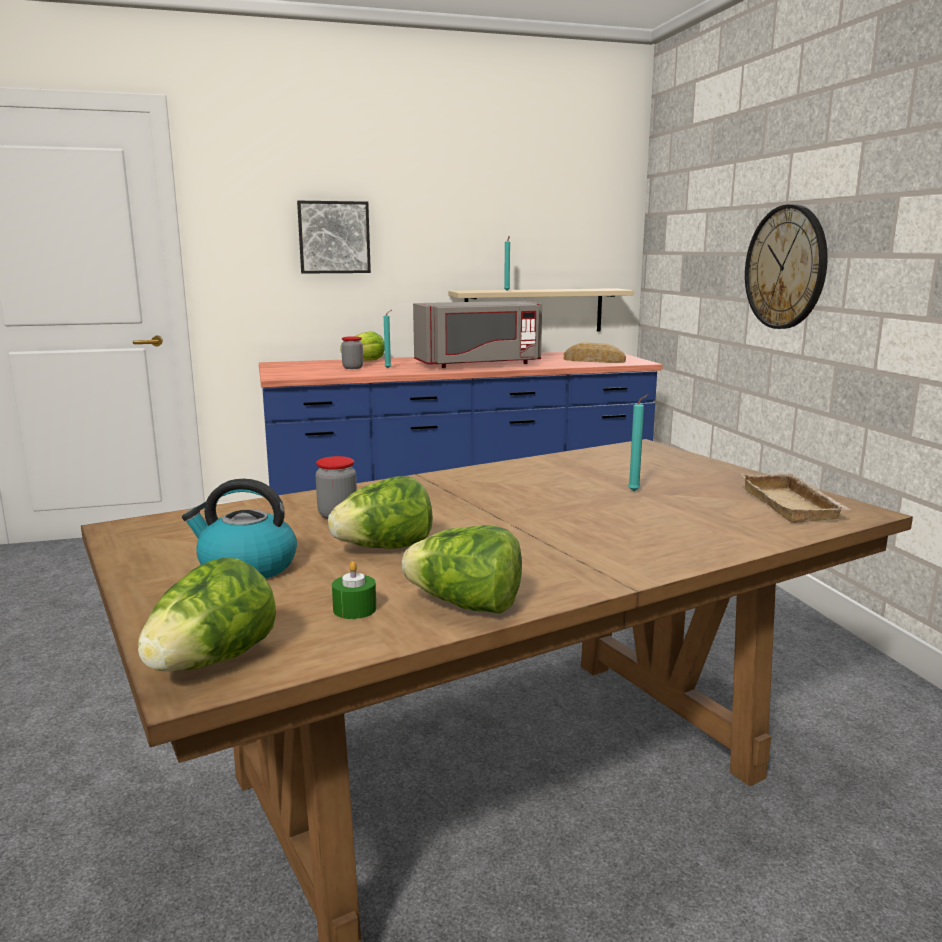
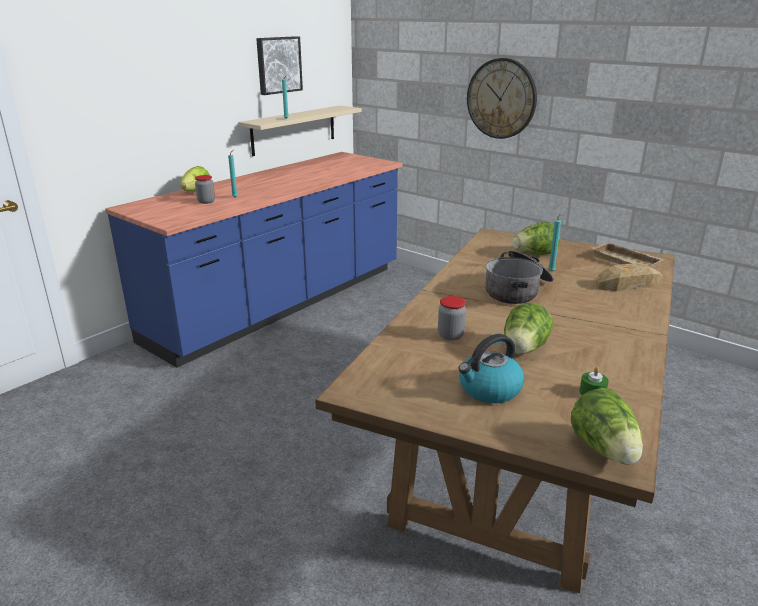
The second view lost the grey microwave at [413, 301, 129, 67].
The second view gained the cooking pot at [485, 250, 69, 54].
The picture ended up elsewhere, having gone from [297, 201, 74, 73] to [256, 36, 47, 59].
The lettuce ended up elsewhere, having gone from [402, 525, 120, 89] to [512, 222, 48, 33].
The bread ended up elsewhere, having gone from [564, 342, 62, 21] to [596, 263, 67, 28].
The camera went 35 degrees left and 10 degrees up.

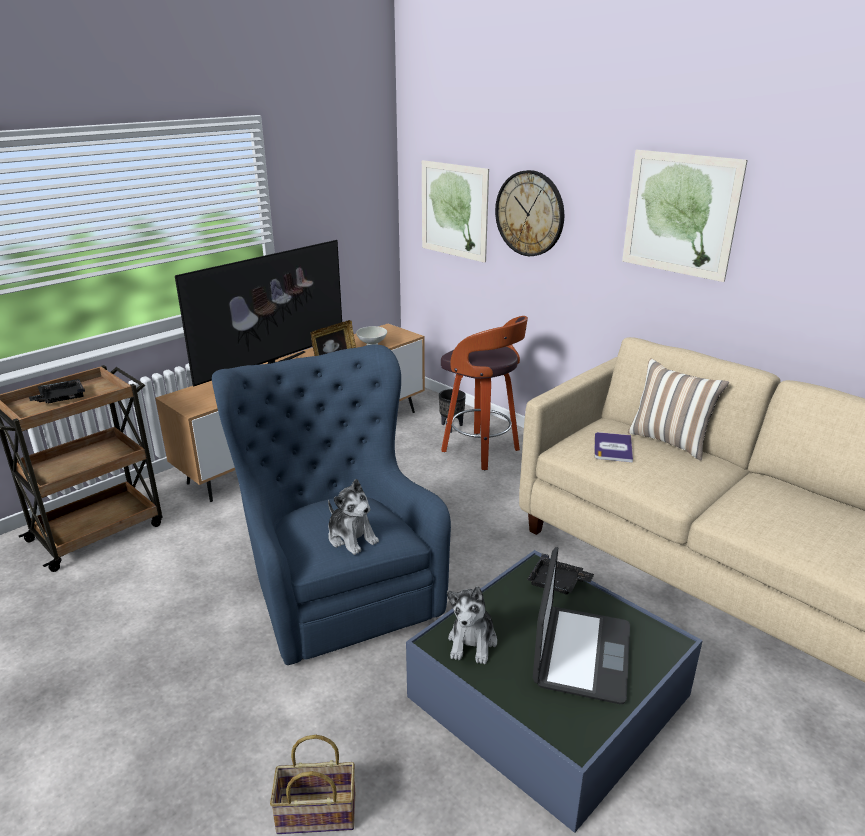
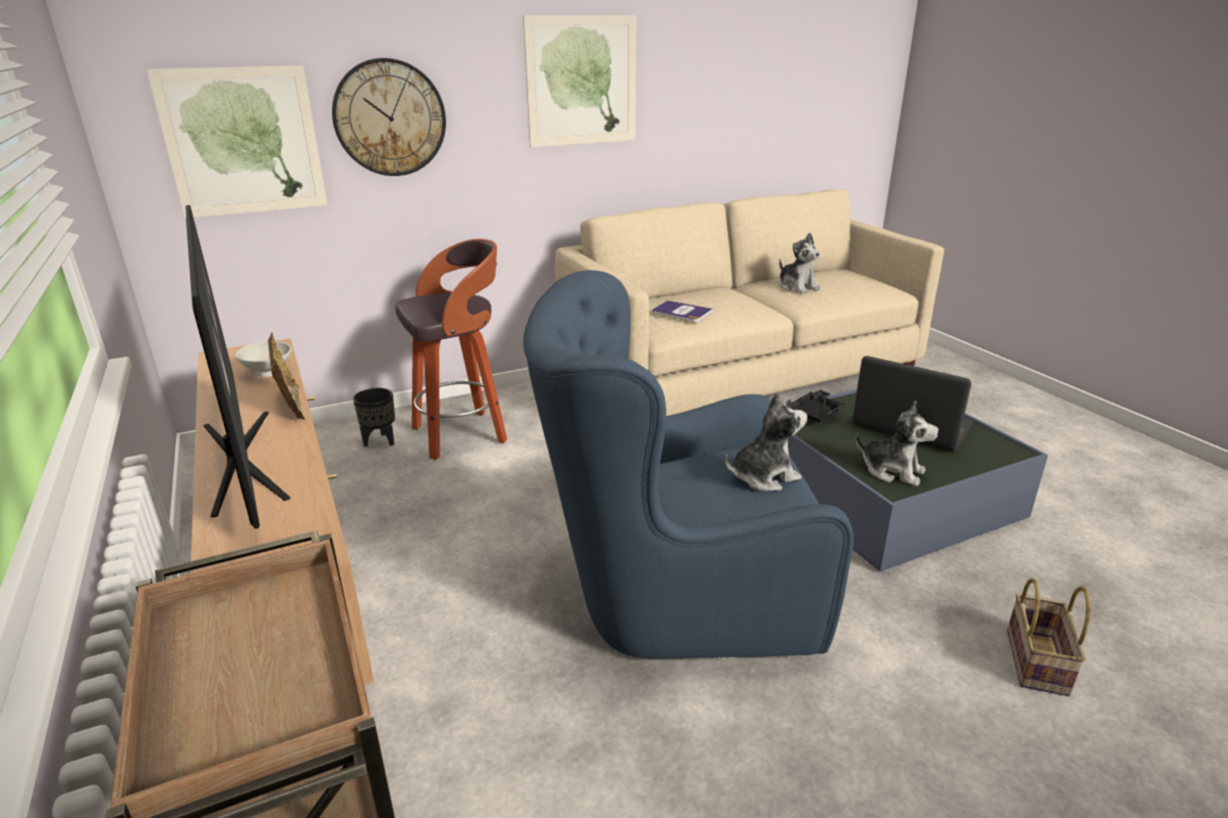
The second view lost the black tray at [29, 379, 56, 24].
The second view lost the pillow at [628, 358, 101, 103].
The second view gained the plush toy at [779, 233, 41, 61].
The camera went 70 degrees left and 0 degrees up.

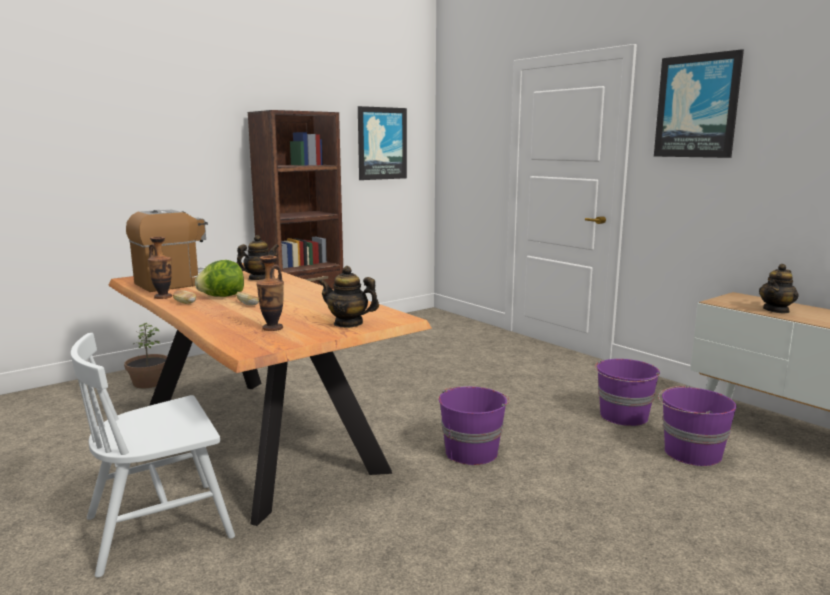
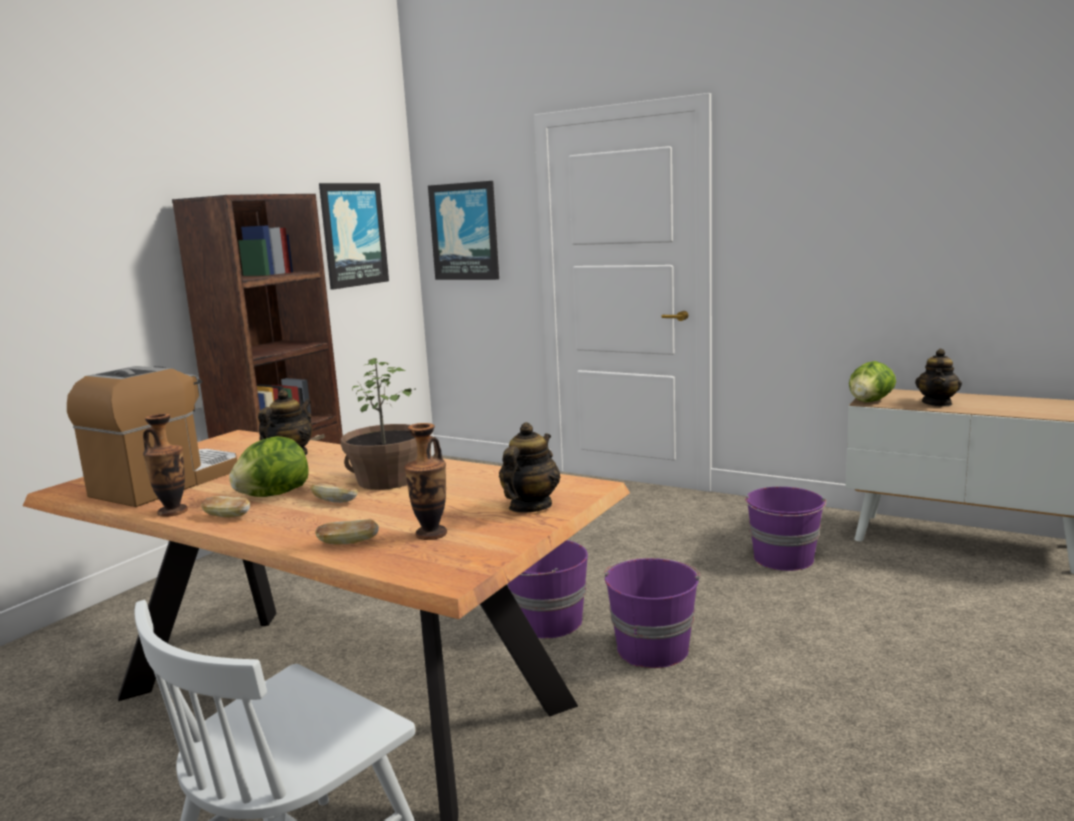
The second view gained the bread at [315, 519, 64, 25].
The second view gained the lettuce at [849, 361, 47, 41].
The potted plant ended up elsewhere, having gone from [124, 323, 43, 65] to [340, 358, 77, 132].
The picture ended up elsewhere, having gone from [654, 49, 90, 109] to [428, 181, 71, 99].
The purple bucket ended up elsewhere, having gone from [658, 385, 78, 81] to [507, 540, 81, 98].
The teapot at [318, 266, 61, 62] ended up facing another way, 120 degrees clockwise from before.
The camera went 20 degrees left and 0 degrees up.

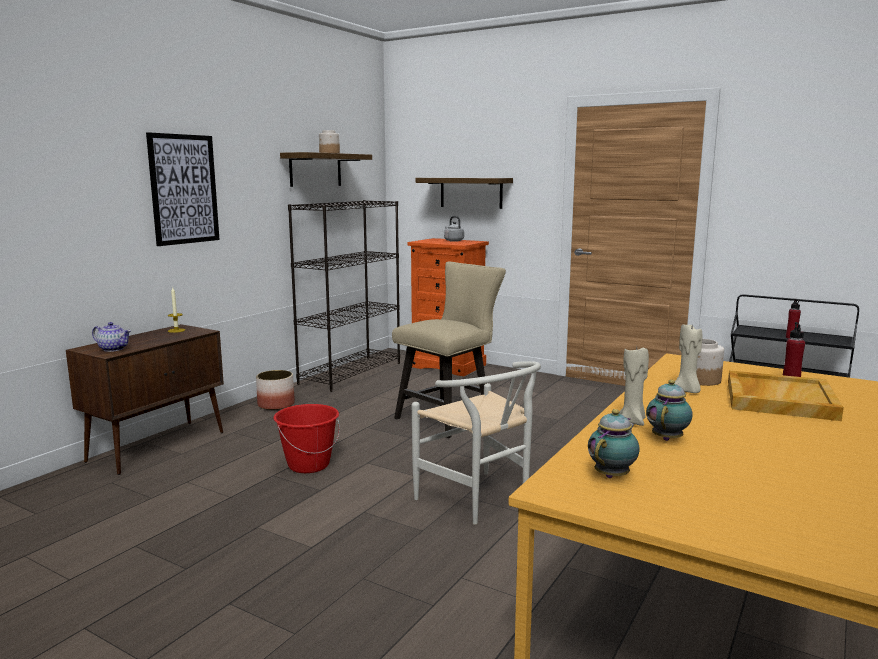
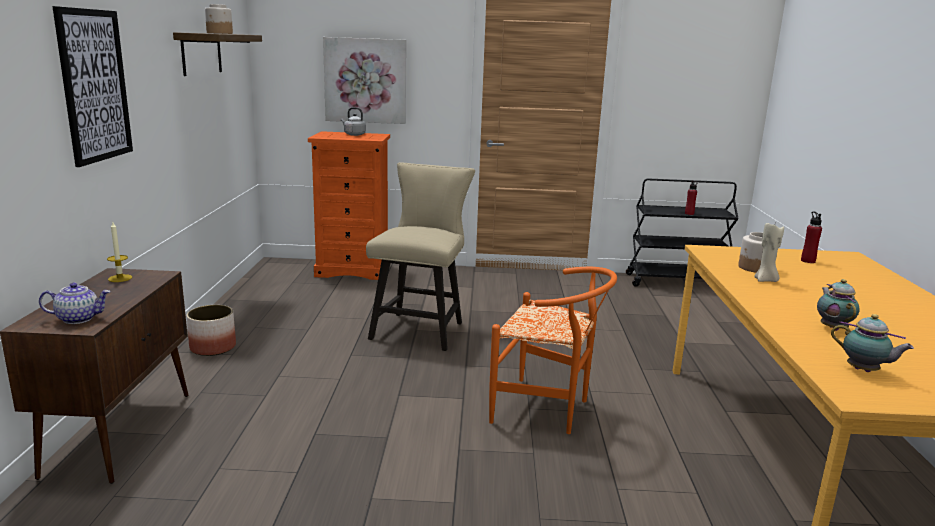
The second view lost the red bucket at [274, 404, 66, 69].
The second view lost the black bookcase at [288, 200, 112, 192].
The second view lost the beige candle at [619, 347, 30, 79].
The second view lost the beige tray at [728, 370, 116, 51].
Where the shelf hung at [415, 178, 98, 31], the picture came to hang at [323, 37, 83, 87].
What was the white chair at [412, 361, 129, 164] turned into the orange chair at [489, 267, 128, 167].
The teapot at [588, 409, 52, 69] ended up facing another way, 120 degrees clockwise from before.
The camera went 30 degrees left and 5 degrees up.

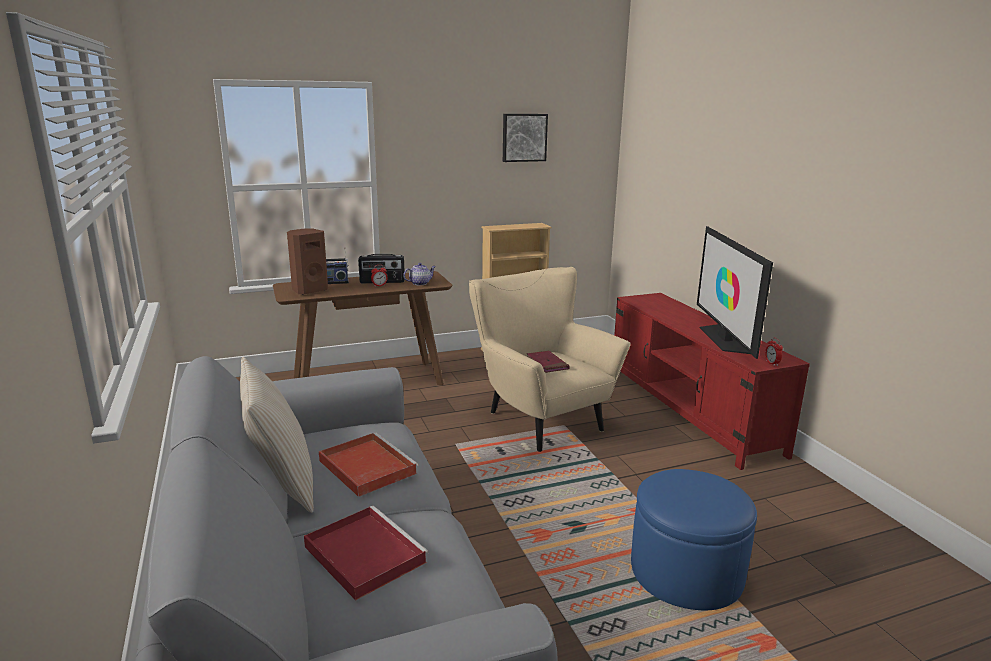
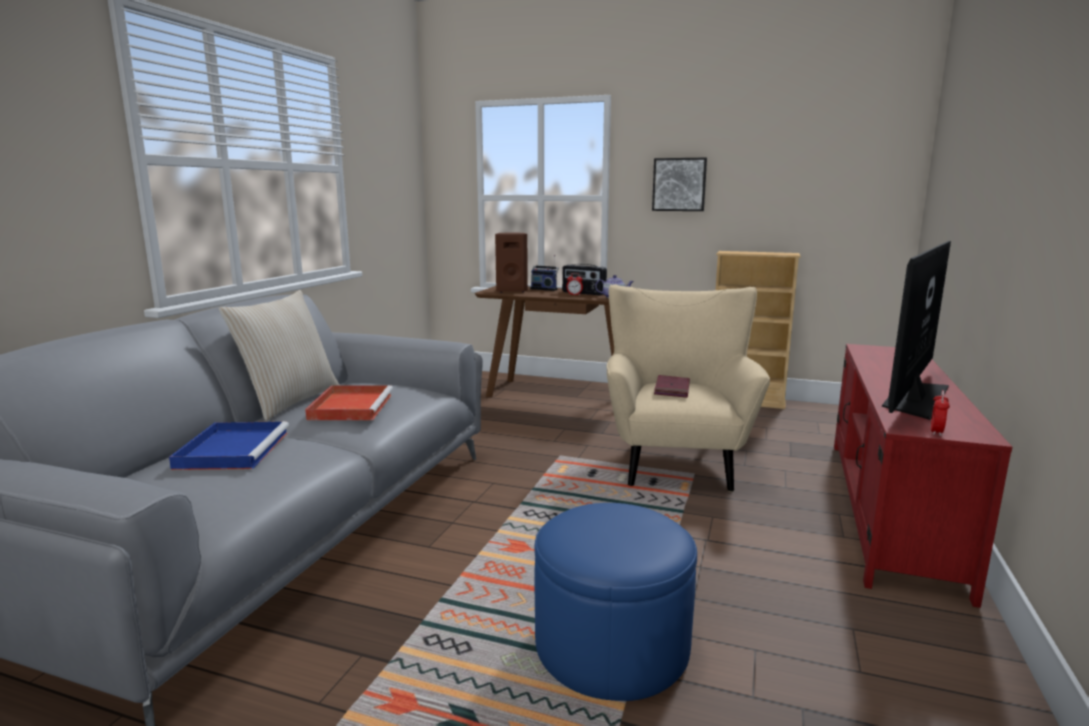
The picture ended up elsewhere, having gone from [503, 114, 45, 48] to [652, 157, 55, 54].
What was the red tray at [304, 506, 125, 94] turned into the blue tray at [169, 421, 120, 49].
The camera went 40 degrees right and 5 degrees down.

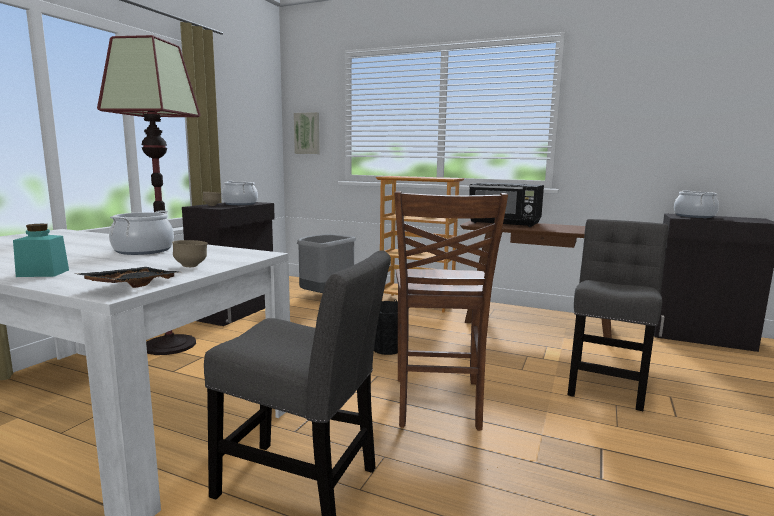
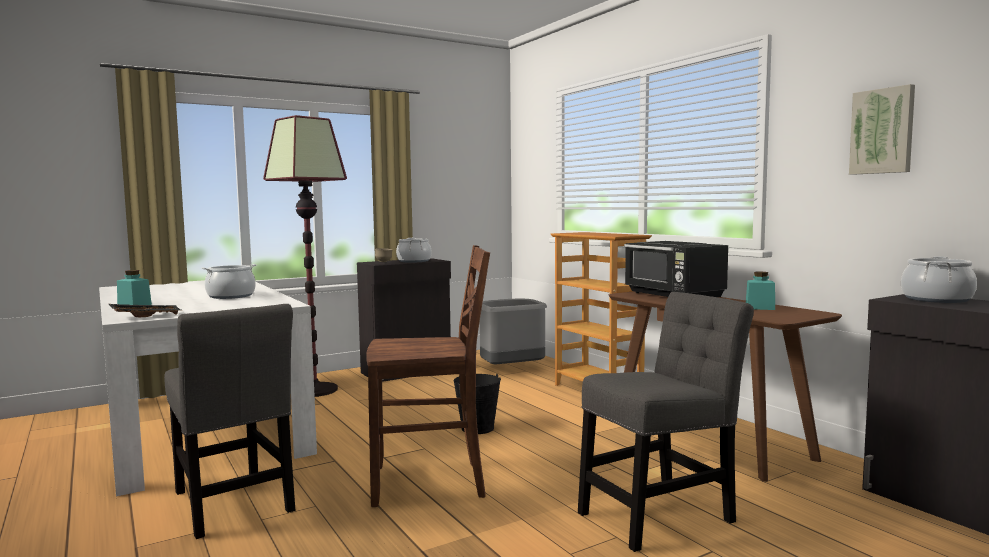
The second view lost the brown bowl at [172, 240, 36, 27].
The second view gained the turquoise jar at [746, 272, 29, 38].
The picture ended up elsewhere, having gone from [294, 112, 26, 42] to [849, 84, 66, 91].
The brown chair at [394, 191, 114, 240] ended up facing another way, 135 degrees counterclockwise from before.
The camera went 35 degrees right and 5 degrees down.

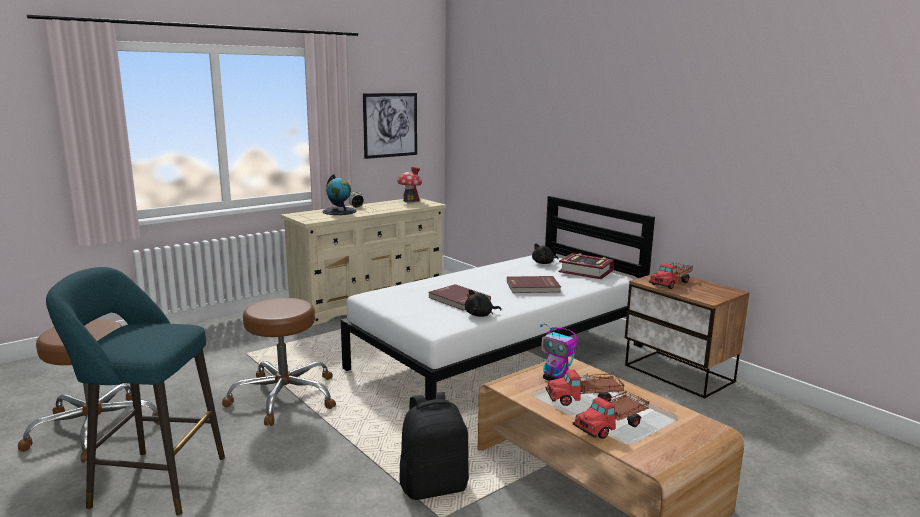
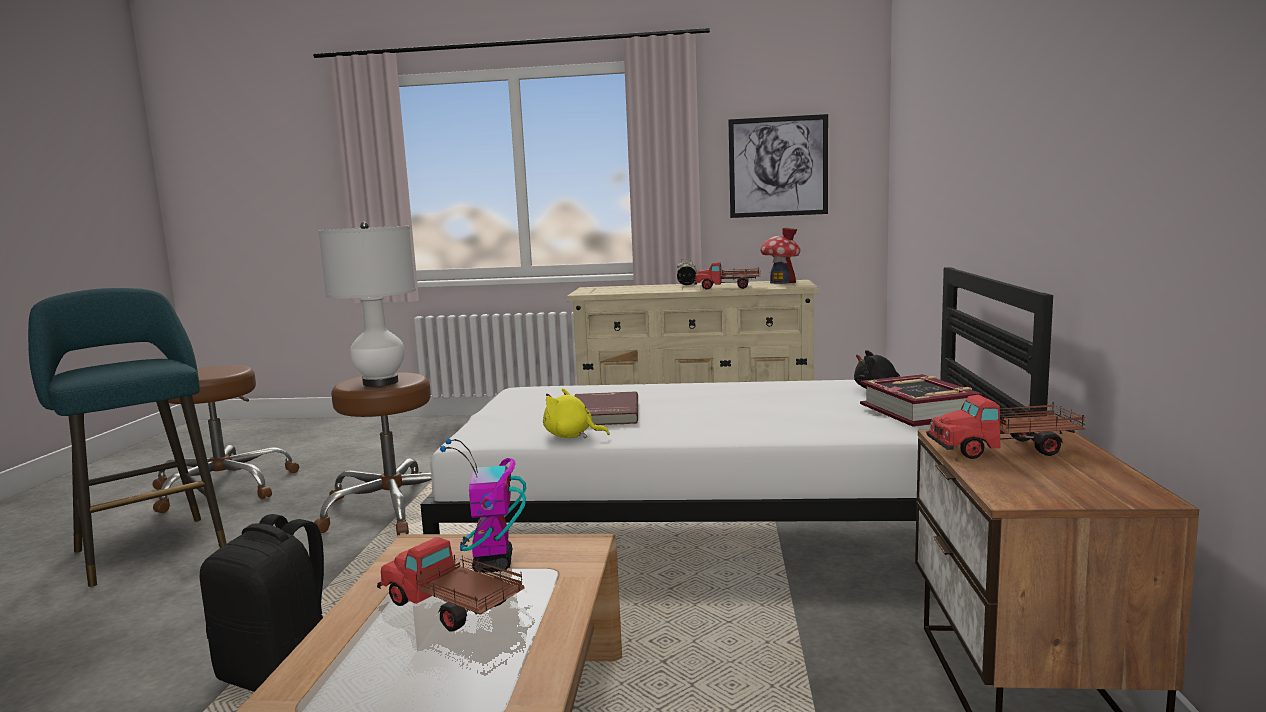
The second view lost the globe at [322, 174, 34, 41].
The second view lost the red book at [507, 276, 54, 17].
The second view gained the white table lamp at [318, 222, 98, 165].
The toy truck ended up elsewhere, having gone from [572, 391, 78, 48] to [694, 261, 67, 28].
What was the black plush toy at [465, 290, 36, 27] turned into the yellow plush toy at [543, 388, 67, 50].
The camera went 45 degrees right and 5 degrees down.

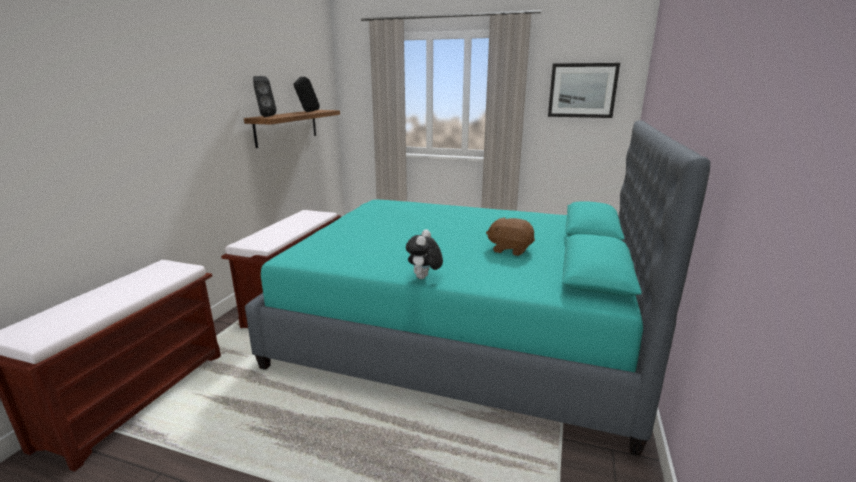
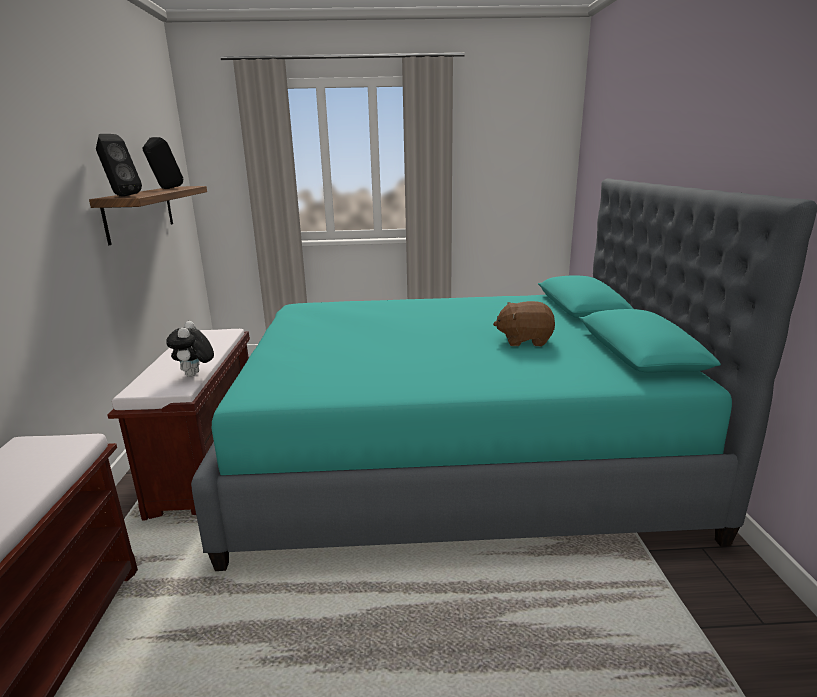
The second view lost the picture at [548, 63, 72, 55].
The plush toy ended up elsewhere, having gone from [406, 229, 37, 50] to [166, 321, 48, 56].
The camera went 20 degrees left and 0 degrees up.

